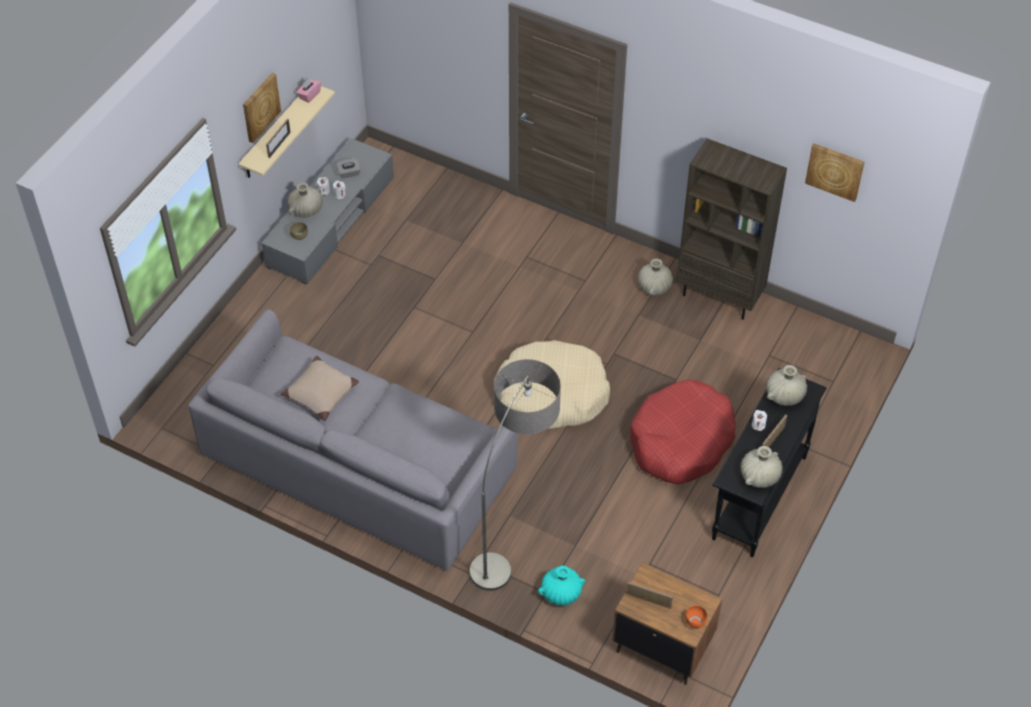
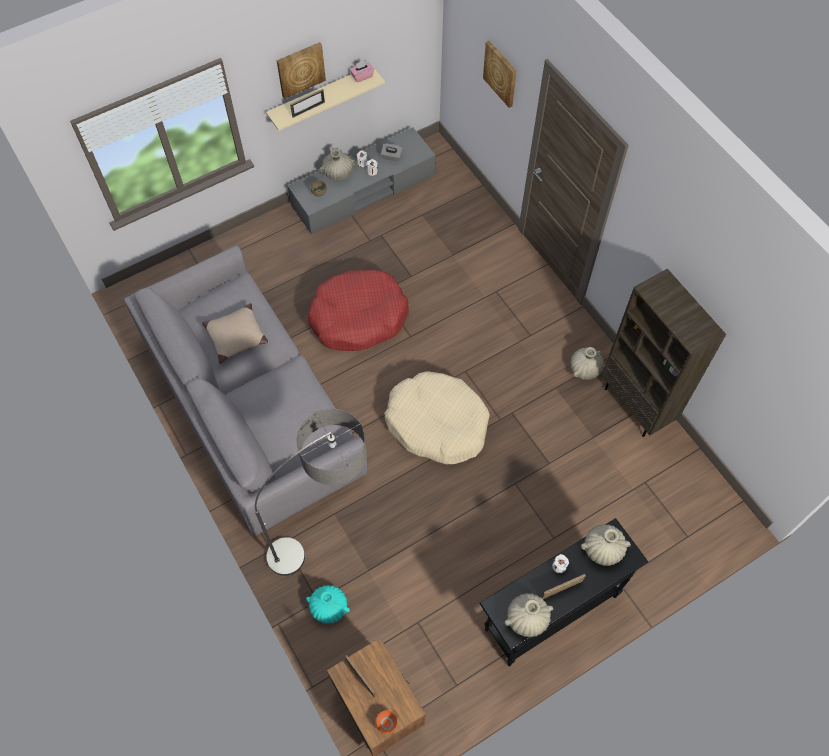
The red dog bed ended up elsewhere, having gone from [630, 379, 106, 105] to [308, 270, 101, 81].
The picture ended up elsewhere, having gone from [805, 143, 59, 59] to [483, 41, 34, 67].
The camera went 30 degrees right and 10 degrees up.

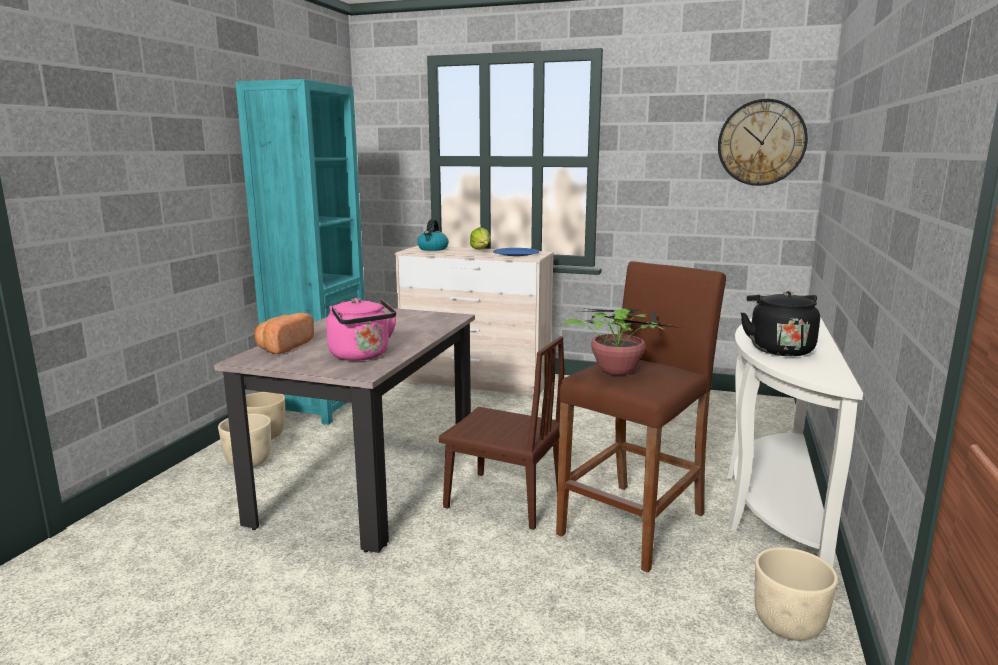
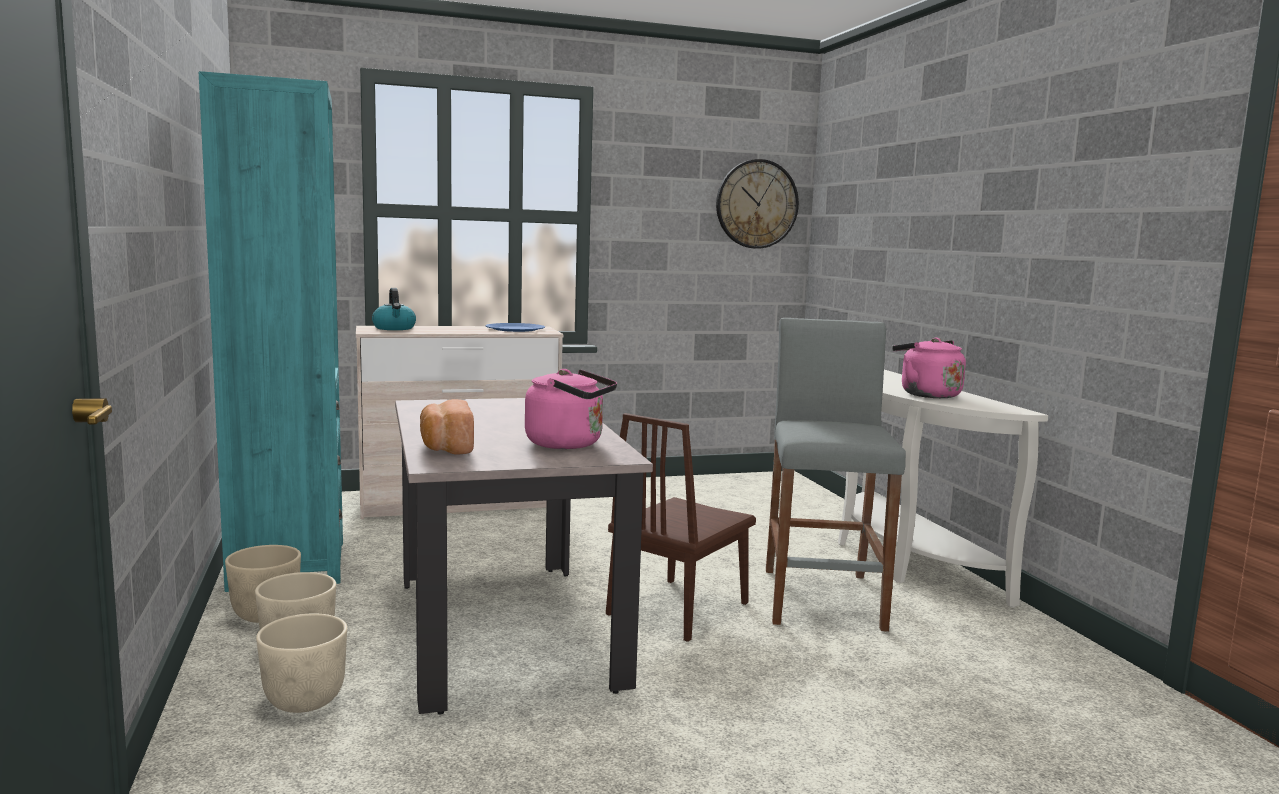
The second view lost the lettuce at [470, 227, 21, 23].
The second view lost the potted plant at [562, 308, 117, 68].
The beige planter ended up elsewhere, having gone from [754, 547, 84, 94] to [256, 613, 91, 100].
What was the brown stool at [556, 261, 170, 312] turned into the grey stool at [766, 318, 140, 314].
What was the black kettle at [741, 291, 79, 65] turned into the pink kettle at [892, 338, 74, 60].
The brown chair at [439, 336, 126, 194] ended up facing another way, 135 degrees clockwise from before.
The camera went 35 degrees left and 5 degrees down.

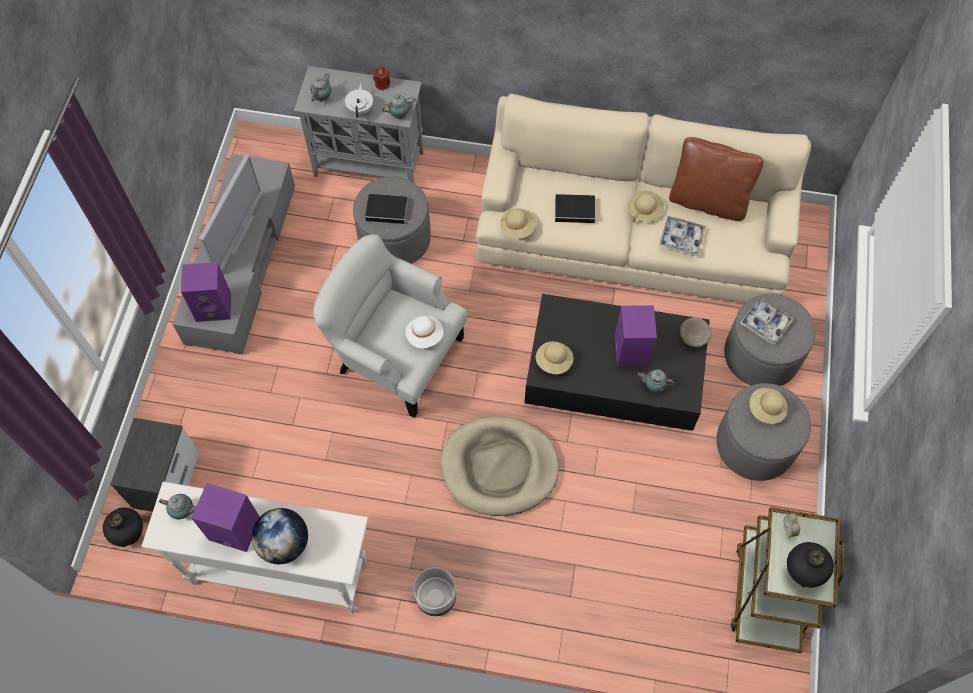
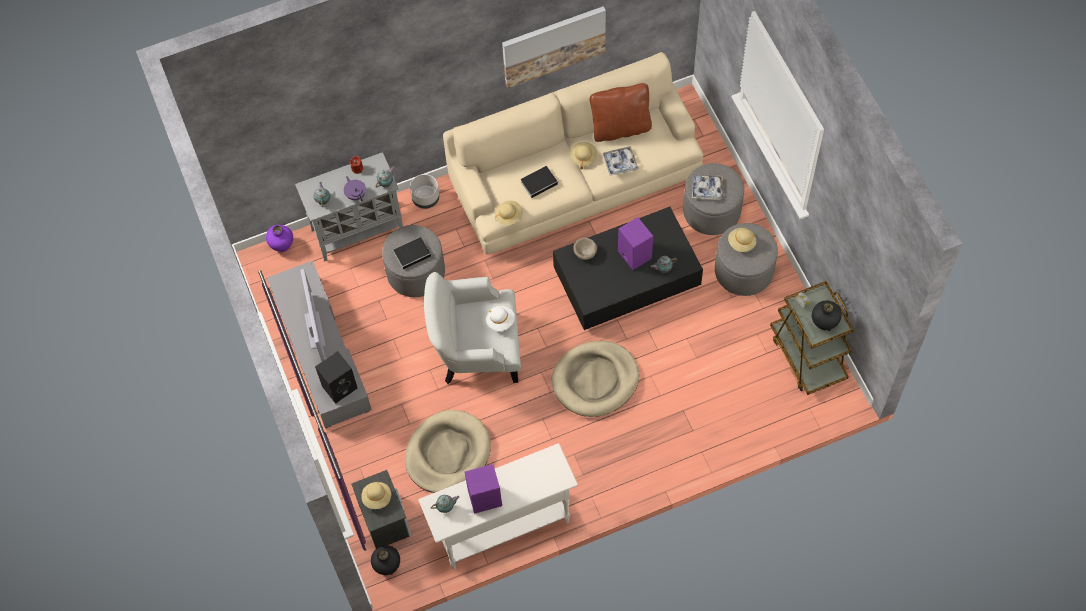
The second view lost the globe at [252, 508, 56, 56].
The second view gained the purple vase at [266, 225, 27, 27].
The second view gained the beige dog bed at [405, 410, 86, 83].
The second view gained the picture at [502, 6, 104, 82].
The grey planter ended up elsewhere, having gone from [413, 567, 43, 49] to [410, 174, 30, 35].
The beige hat ended up elsewhere, having gone from [536, 341, 38, 33] to [361, 482, 30, 27].
The beige bowl ended up elsewhere, having gone from [680, 317, 31, 31] to [573, 238, 24, 22].
What was the purple speaker at [181, 262, 50, 60] turned into the black speaker at [315, 351, 43, 53].
What was the white teapot at [345, 83, 28, 35] turned into the purple teapot at [344, 176, 22, 26].
The camera went 30 degrees left and 0 degrees up.

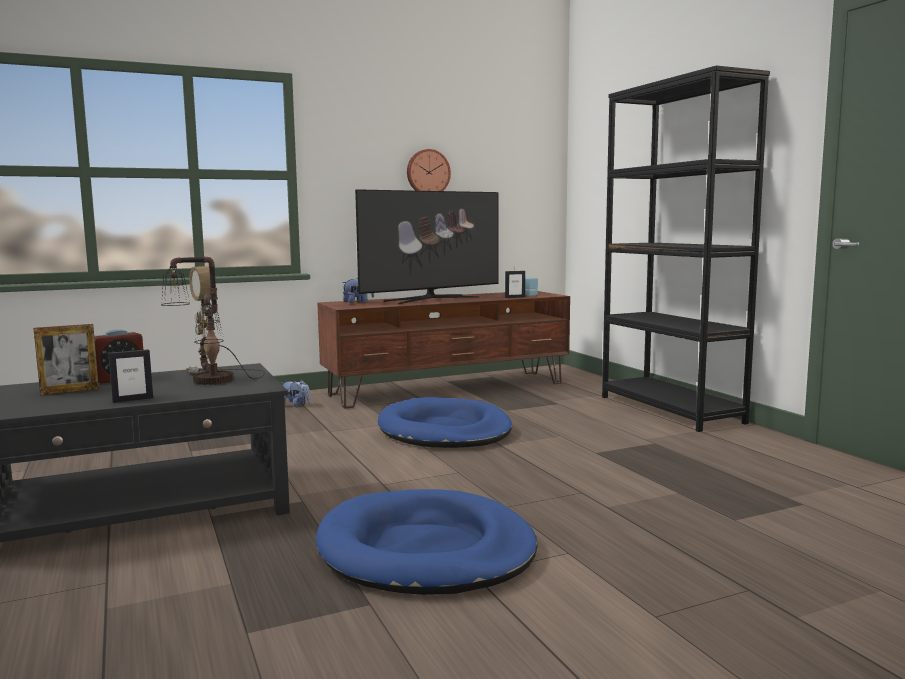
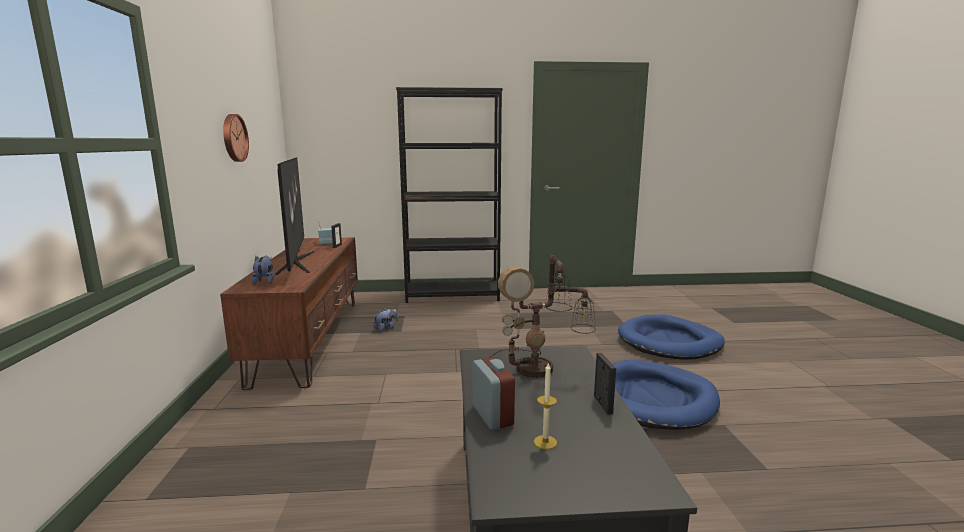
The plush toy ended up elsewhere, having gone from [281, 380, 29, 27] to [374, 308, 24, 24].
The blue dog bed ended up elsewhere, having gone from [378, 397, 134, 51] to [618, 314, 107, 46].
Where the picture frame stood at [34, 324, 65, 71], the candle came to stand at [534, 363, 23, 86].
The camera went 70 degrees left and 5 degrees up.

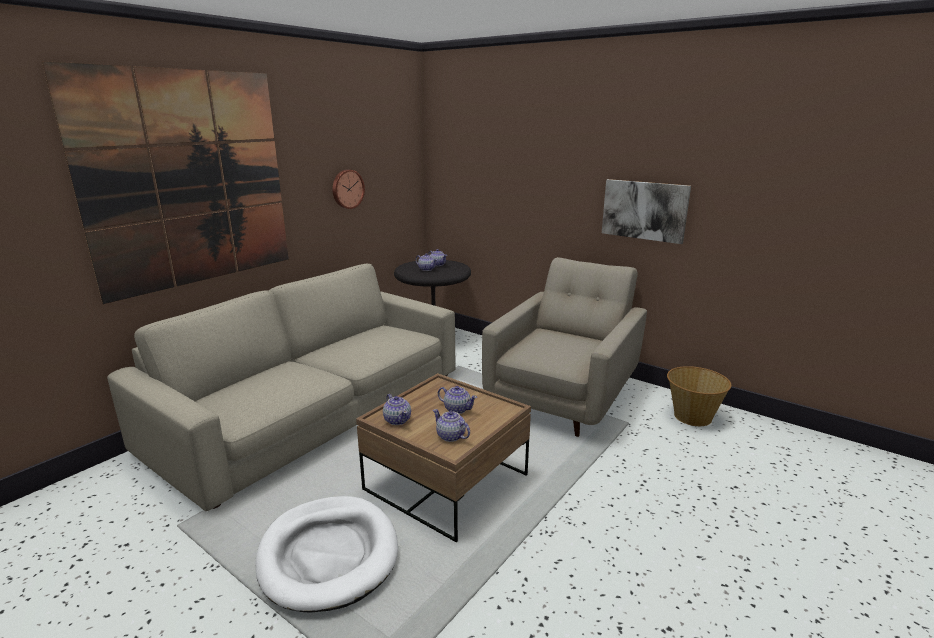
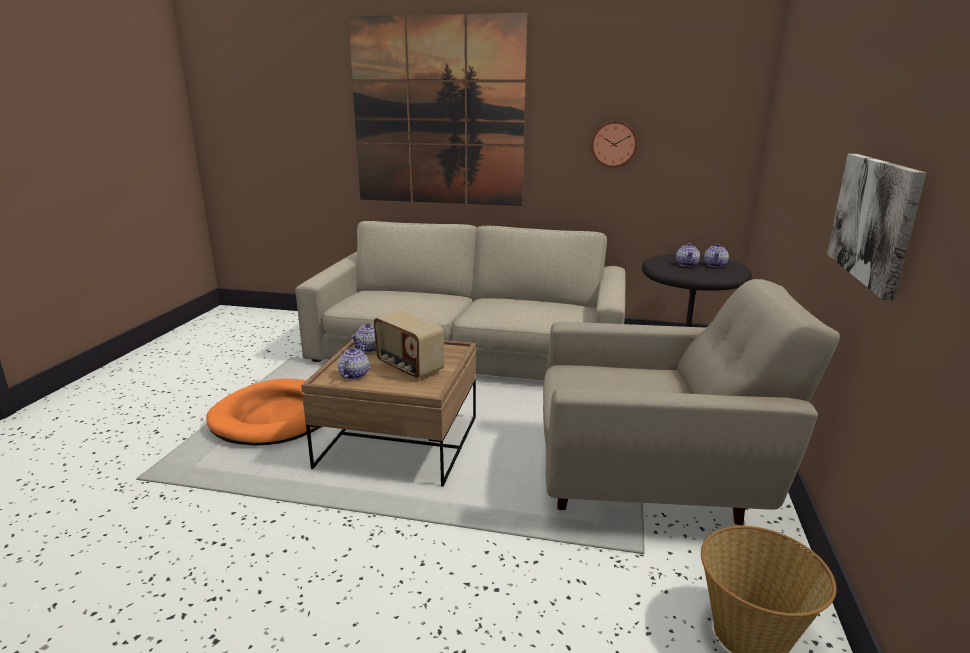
Where the teapot stood at [438, 386, 39, 28], the radio came to stand at [374, 311, 70, 68].
What was the white dog bed at [256, 496, 142, 117] turned into the orange dog bed at [206, 378, 116, 67].
The camera went 65 degrees right and 0 degrees up.

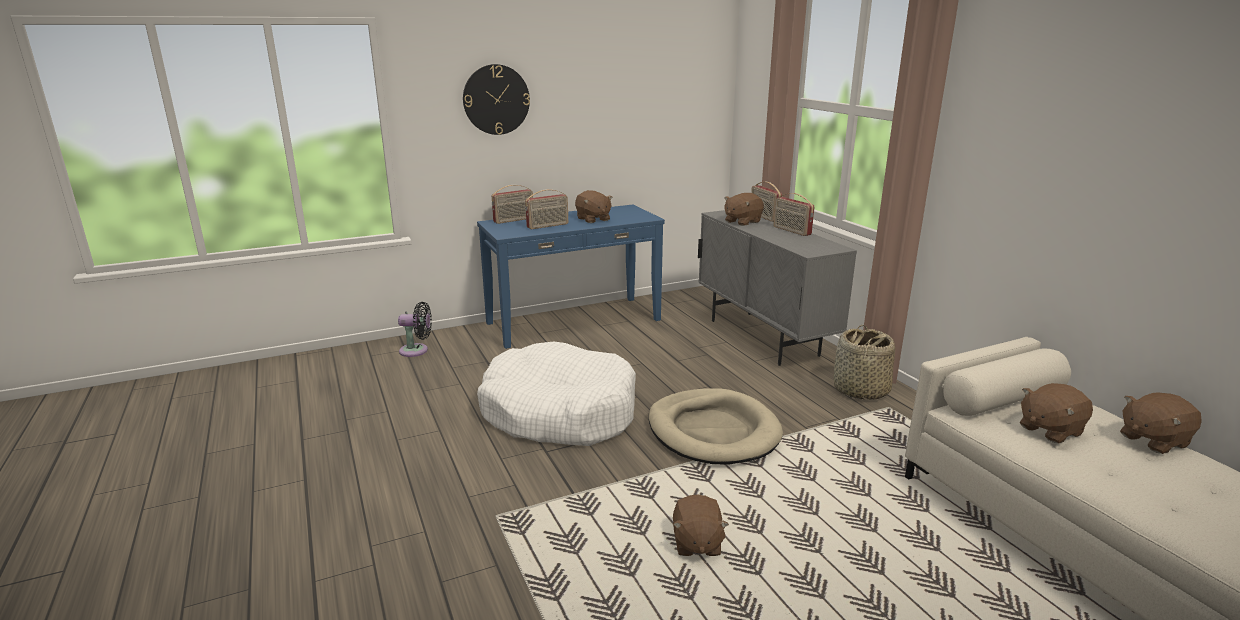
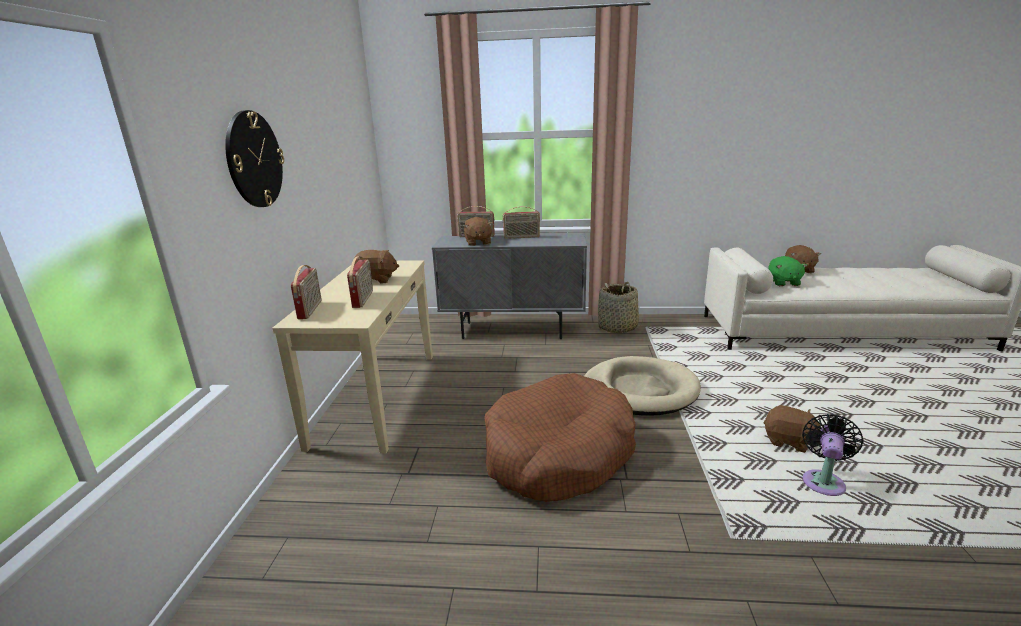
The black fan ended up elsewhere, having gone from [398, 302, 34, 55] to [802, 414, 61, 82].
What was the blue console table at [477, 205, 188, 144] turned into the beige console table at [272, 260, 161, 194].
What was the white dog bed at [477, 342, 159, 104] turned into the brown dog bed at [485, 373, 151, 129].
What was the brown plush toy at [1020, 383, 73, 60] turned into the green plush toy at [768, 256, 40, 30].
The camera went 60 degrees left and 0 degrees up.

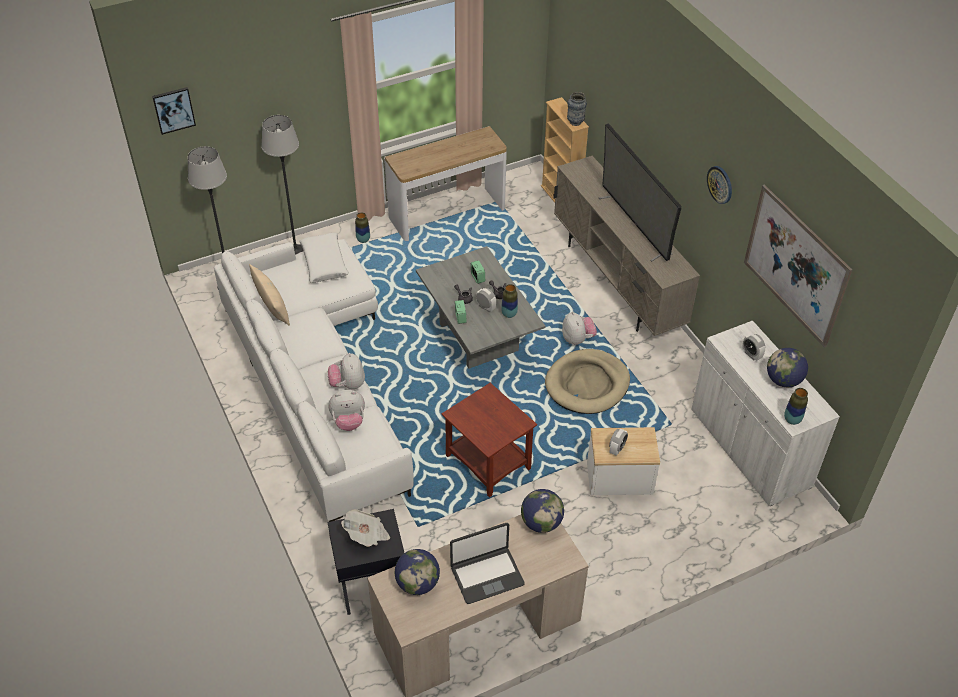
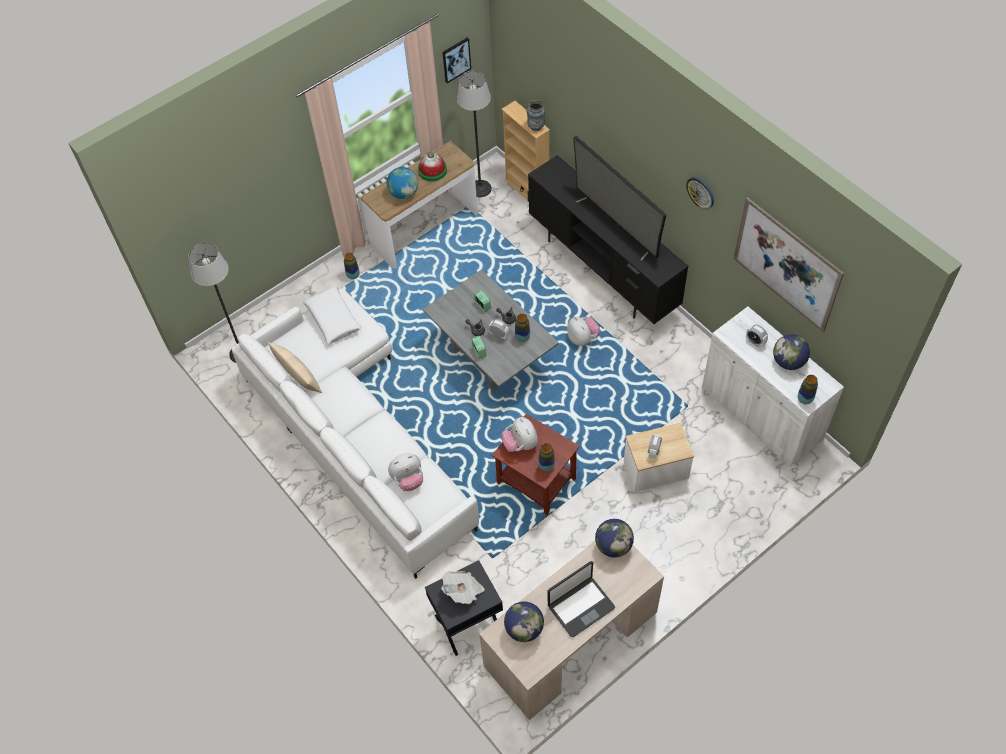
The second view lost the beige dog bed at [545, 349, 85, 65].
The second view gained the globe at [387, 167, 31, 32].
The second view gained the hat at [418, 152, 29, 30].
The second view gained the vase at [538, 443, 17, 28].
The picture ended up elsewhere, having gone from [152, 87, 44, 48] to [442, 38, 29, 45].
The floor lamp ended up elsewhere, having gone from [261, 115, 42, 140] to [457, 71, 35, 126].
The plush toy ended up elsewhere, having gone from [328, 353, 37, 36] to [501, 417, 37, 35].
What was the beige tv stand at [554, 156, 146, 180] turned into the black tv stand at [528, 155, 160, 169].
The camera went 10 degrees left and 10 degrees up.

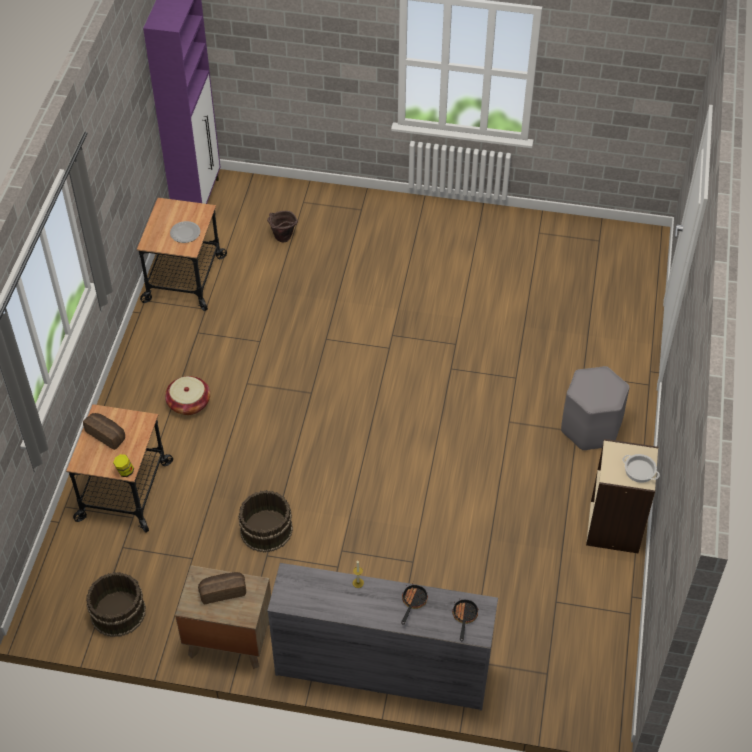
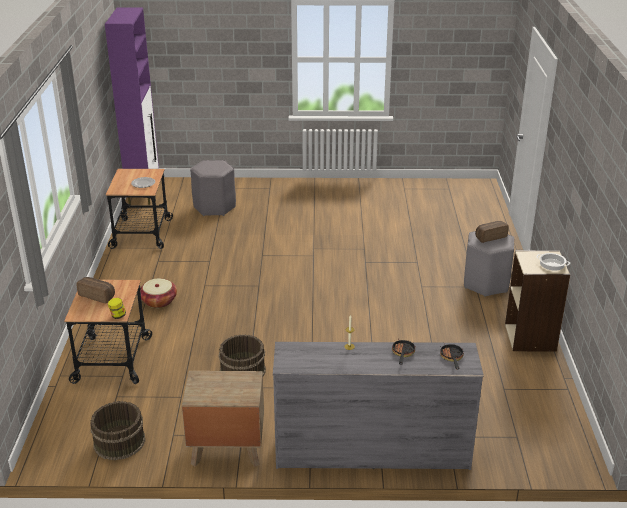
The bread ended up elsewhere, having gone from [198, 572, 48, 33] to [475, 221, 34, 22].
Where the brown bucket stood at [267, 211, 31, 31], the grey stool came to stand at [190, 160, 46, 56].
The camera went 10 degrees left and 20 degrees down.

